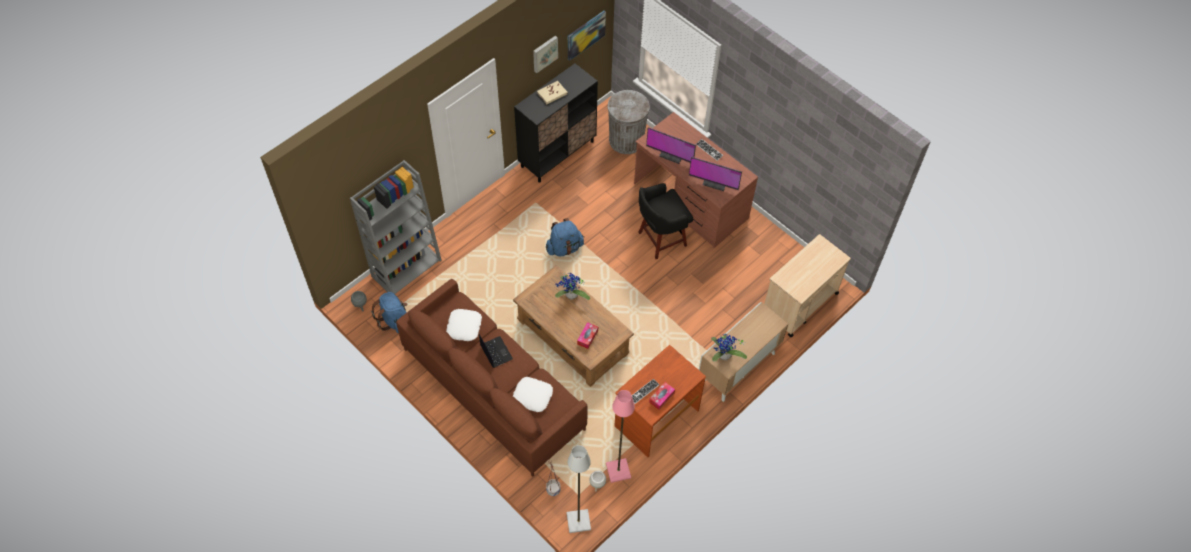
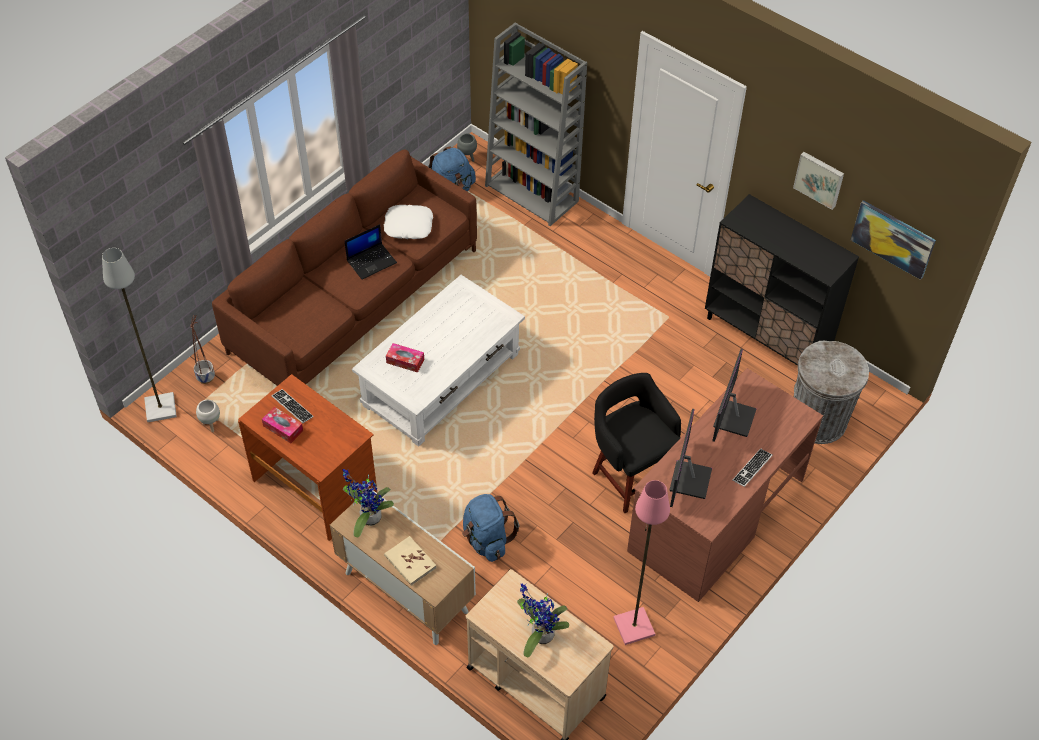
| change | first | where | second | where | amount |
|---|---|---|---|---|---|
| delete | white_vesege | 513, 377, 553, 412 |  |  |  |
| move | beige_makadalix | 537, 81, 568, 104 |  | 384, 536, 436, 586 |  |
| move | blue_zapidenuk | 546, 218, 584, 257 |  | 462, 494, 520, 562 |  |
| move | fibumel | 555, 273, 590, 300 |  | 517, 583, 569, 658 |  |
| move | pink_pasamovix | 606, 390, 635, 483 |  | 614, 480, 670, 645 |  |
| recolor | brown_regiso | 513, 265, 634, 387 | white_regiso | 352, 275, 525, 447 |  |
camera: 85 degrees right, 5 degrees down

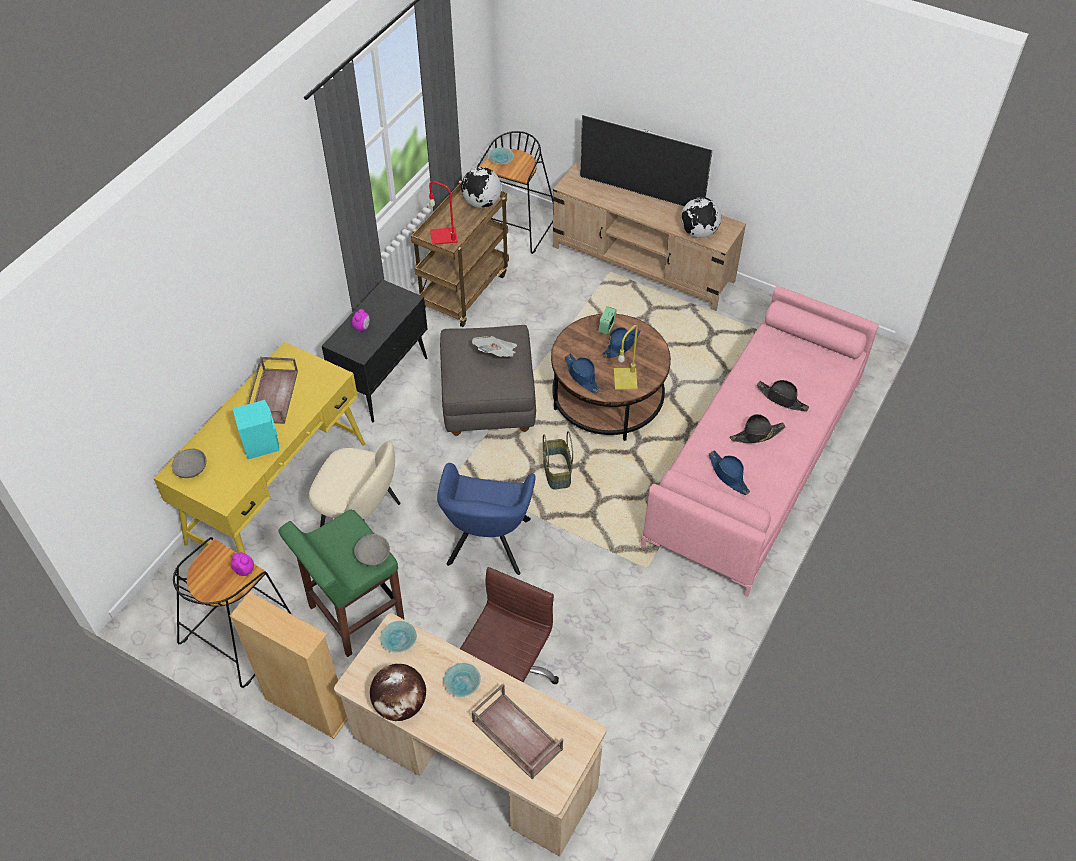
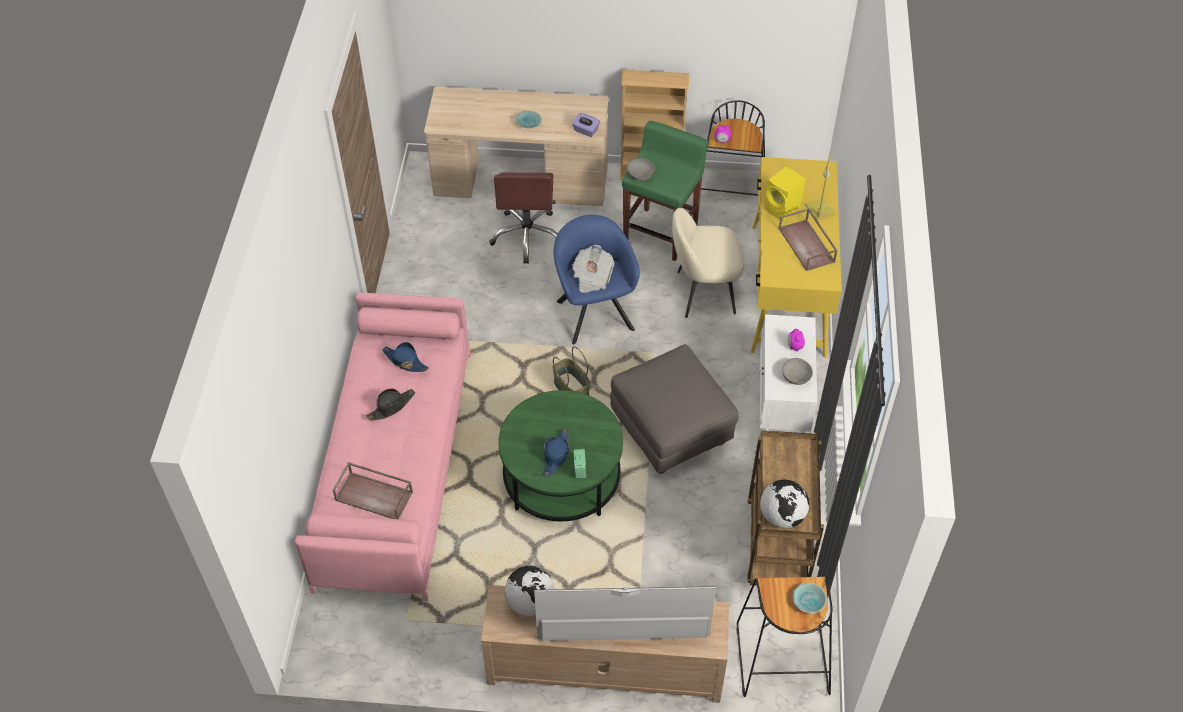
| change | first | where | second | where | amount |
|---|---|---|---|---|---|
| delete | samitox | 370, 664, 426, 721 |  |  |  |
| delete | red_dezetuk | 429, 181, 458, 245 |  |  |  |
| delete | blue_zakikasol | 565, 353, 599, 393 |  |  |  |
| delete | black_zakikasol | 757, 380, 809, 411 |  |  |  |
| move | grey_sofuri | 172, 449, 206, 478 |  | 782, 358, 813, 385 |  |
| move | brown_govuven | 471, 684, 563, 779 |  | 333, 462, 413, 519 |  |
| move | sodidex | 472, 336, 517, 357 |  | 572, 245, 614, 293 |  |
| move | yellow_dezetuk | 614, 325, 638, 390 |  | 805, 155, 836, 221 |  |
| replace | turquoise_sofuri | 380, 621, 417, 653 | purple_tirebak | 572, 113, 600, 137 |  |
| recolor | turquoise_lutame | 232, 400, 279, 459 | yellow_lutame | 764, 166, 806, 221 |  |
| recolor | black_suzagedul | 322, 280, 427, 422 | white_suzagedul | 759, 314, 817, 453 |  |
| recolor | brown_regiso | 551, 314, 671, 441 | green_regiso | 498, 390, 623, 521 |  |
camera: 155 degrees right, 0 degrees up

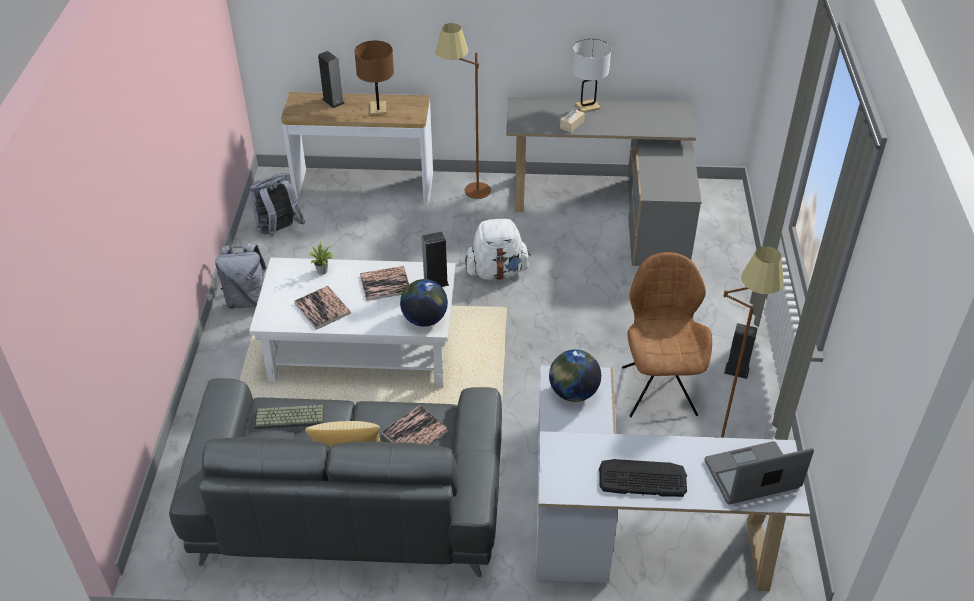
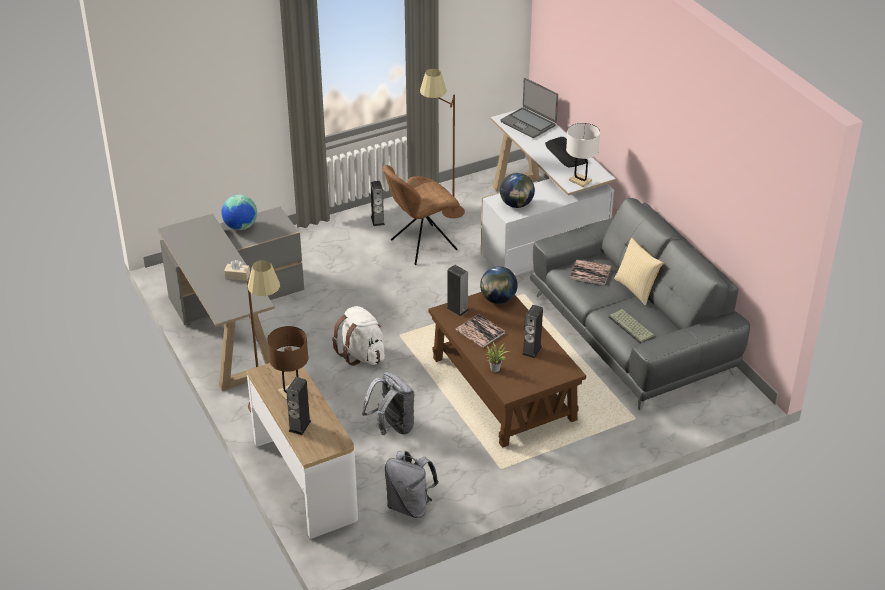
| change | first | where | second | where | amount |
|---|---|---|---|---|---|
| insert |  |  | samitox | 221, 195, 257, 230 |  |
| move | grey_zapidenuk | 215, 243, 267, 309 |  | 362, 372, 415, 435 |  |
| move | white_dezetuk | 572, 39, 611, 113 |  | 566, 123, 600, 187 |  |
| replace | makadalix | 294, 286, 351, 330 | lutame | 522, 305, 543, 359 |  |
| recolor | white_regiso | 249, 258, 455, 388 | brown_regiso | 428, 292, 586, 448 |  |
camera: 120 degrees left, 5 degrees down

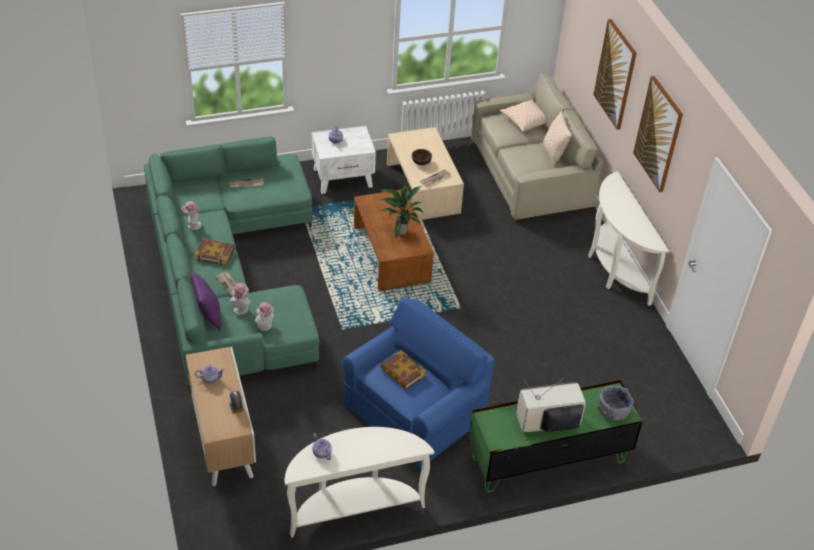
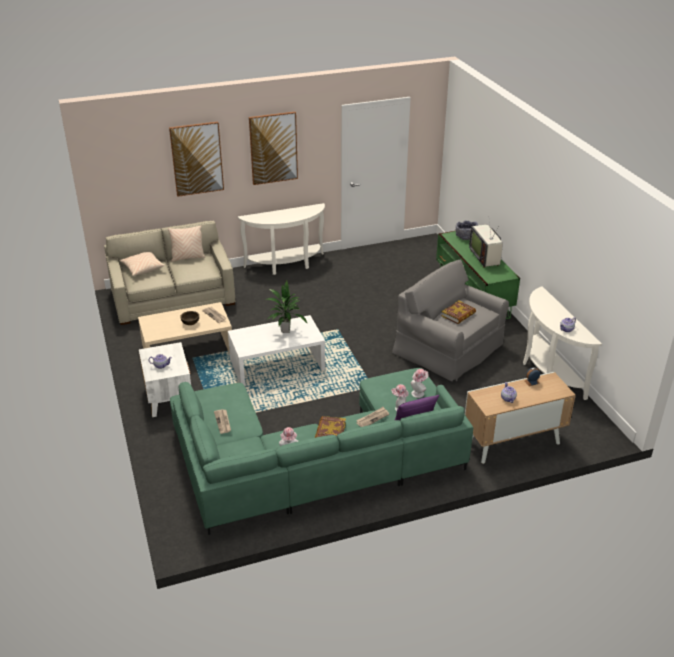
| change | first | where | second | where | amount |
|---|---|---|---|---|---|
| recolor | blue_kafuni | 342, 298, 495, 468 | grey_kafuni | 392, 260, 509, 382 |  |
| recolor | brown_regiso | 354, 189, 434, 291 | white_regiso | 228, 315, 325, 386 |  |
camera: 90 degrees left, 10 degrees down

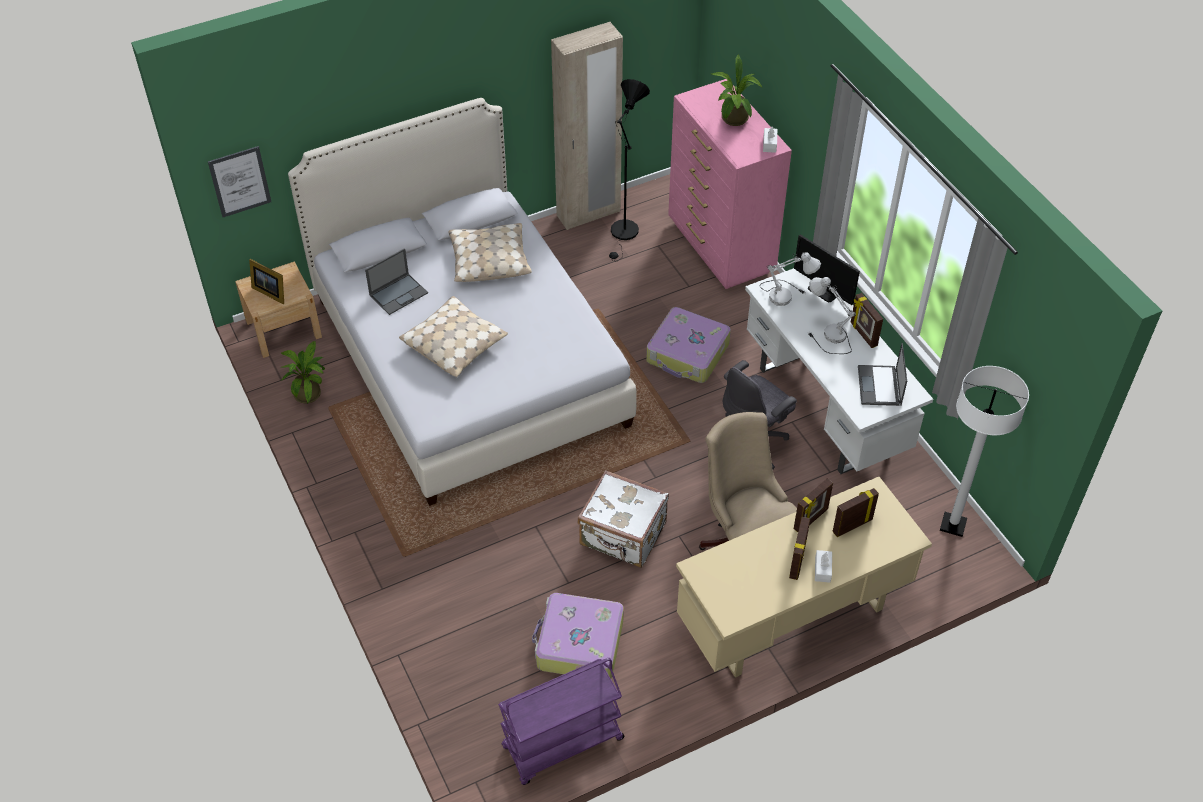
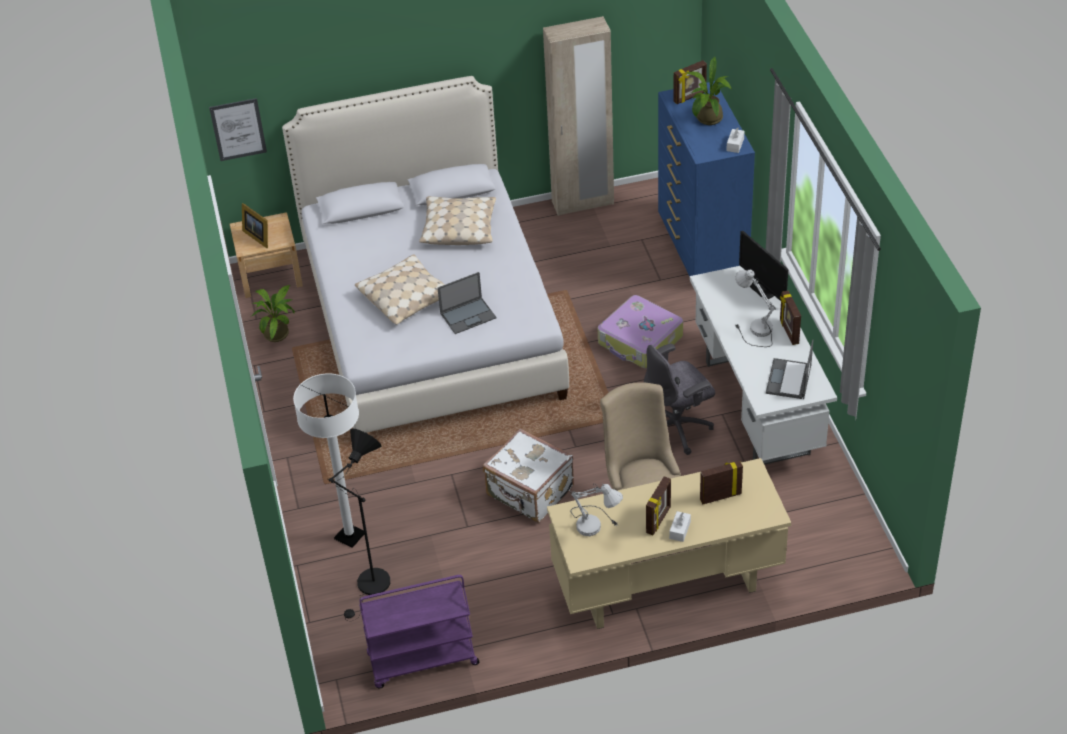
| change | first | where | second | where | amount |
|---|---|---|---|---|---|
| delete | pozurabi | 532, 593, 624, 678 |  |  |  |
| move | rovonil | 365, 248, 428, 315 |  | 437, 272, 497, 334 |  |
| move | black_pasamovix | 609, 79, 650, 262 |  | 329, 428, 390, 622 |  |
| move | white_dezetuk | 759, 252, 821, 306 |  | 571, 483, 623, 536 |  |
| move | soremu | 794, 478, 833, 532 |  | 673, 60, 707, 104 |  |
| move | white_pasamovix | 940, 366, 1029, 537 |  | 293, 373, 364, 548 |  |
| recolor | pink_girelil | 668, 79, 792, 289 | blue_girelil | 658, 81, 755, 277 |  |
camera: 15 degrees right, 5 degrees down

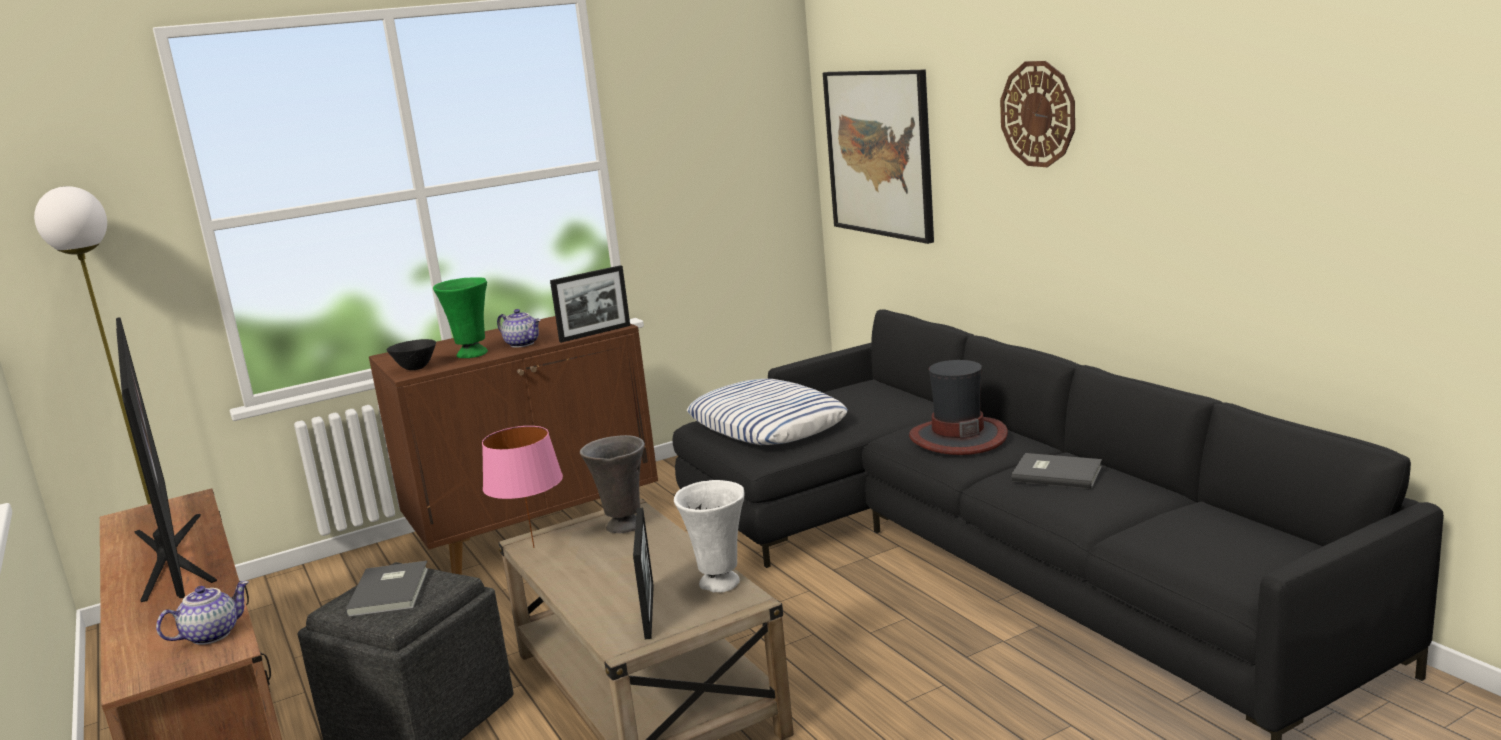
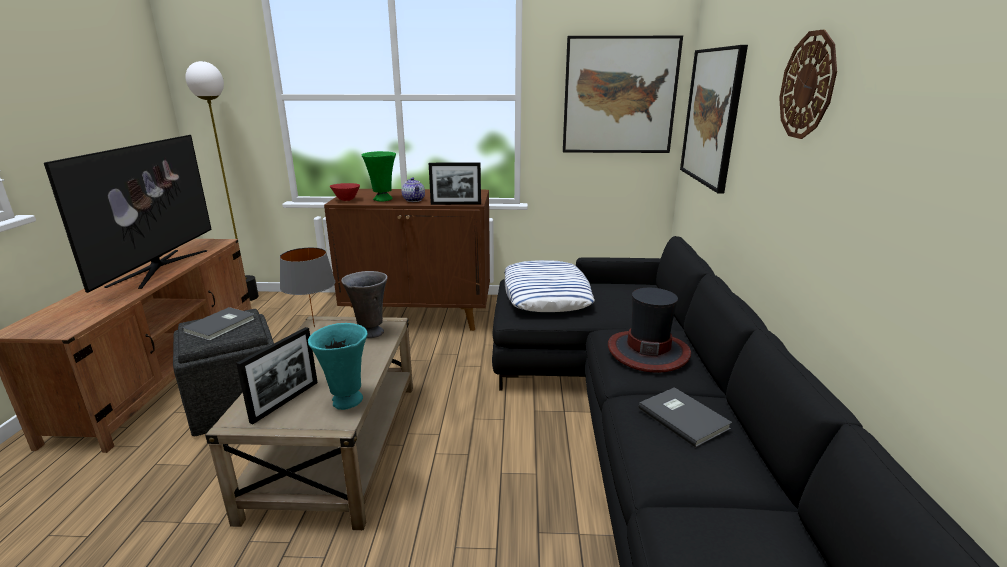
| change | first | where | second | where | amount |
|---|---|---|---|---|---|
| delete | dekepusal | 156, 581, 249, 645 |  |  |  |
| insert |  |  | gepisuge | 563, 36, 683, 153 |  |
| recolor | black_sofuri | 387, 339, 436, 370 | red_sofuri | 330, 183, 360, 201 |  |
| recolor | pink_dezetuk | 482, 426, 563, 548 | grey_dezetuk | 280, 247, 335, 328 |  |
| recolor | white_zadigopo | 674, 480, 744, 592 | turquoise_zadigopo | 308, 323, 368, 410 |  |
camera: 30 degrees right, 5 degrees up

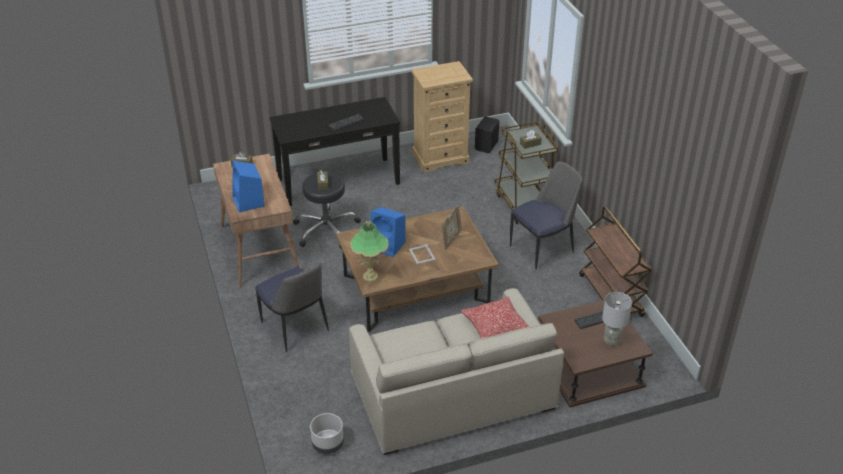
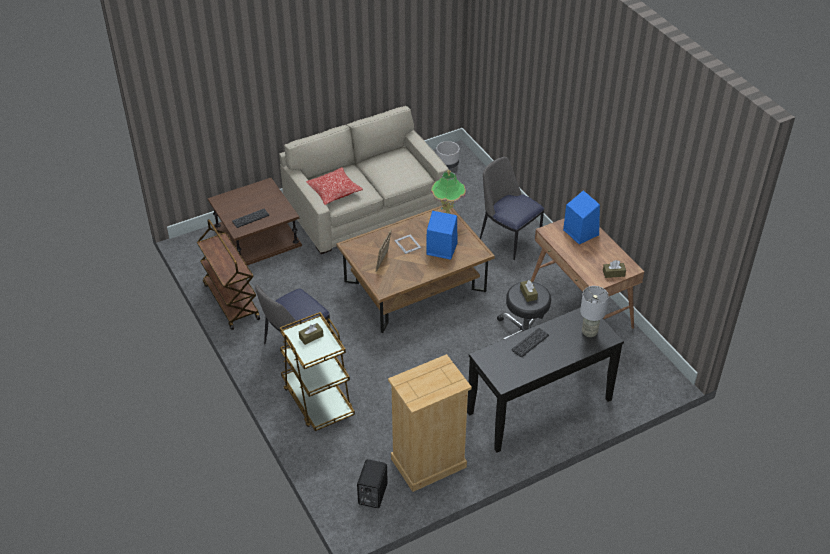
| change | first | where | second | where | amount |
|---|---|---|---|---|---|
| move | grey_dezetuk | 602, 292, 632, 347 |  | 580, 286, 609, 337 |  |
camera: 170 degrees right, 5 degrees up

